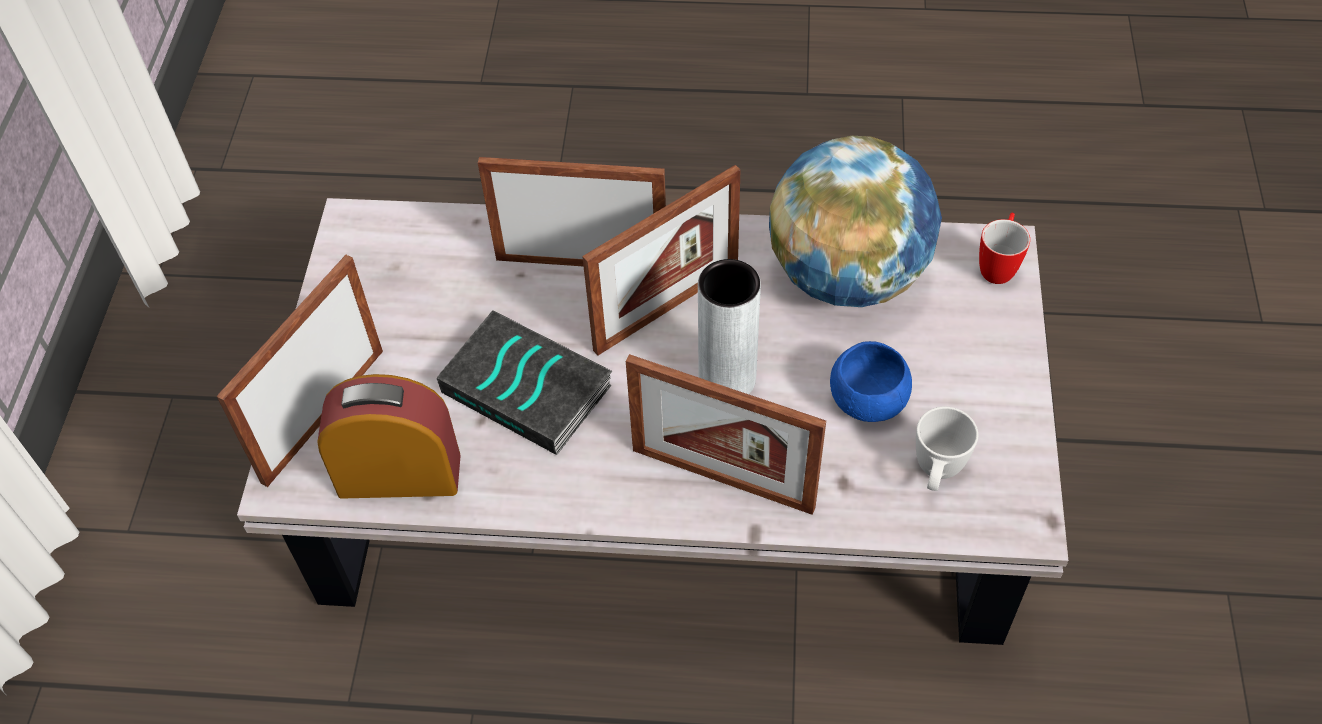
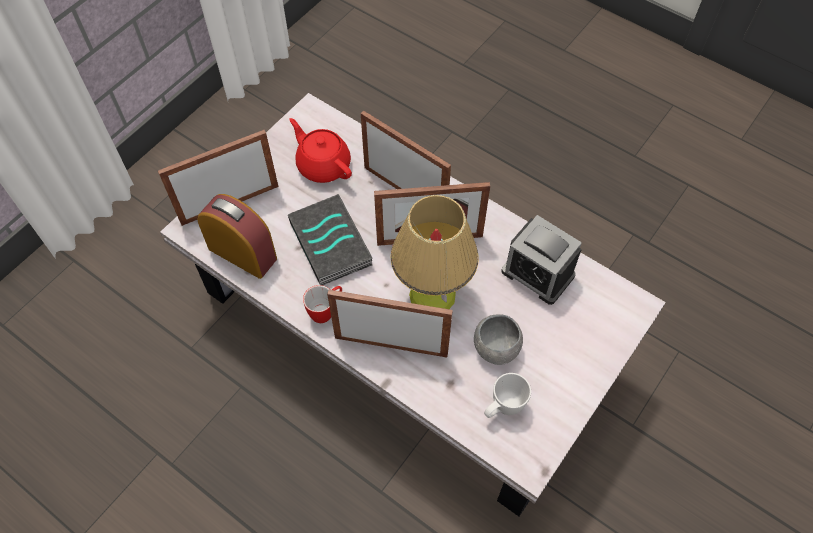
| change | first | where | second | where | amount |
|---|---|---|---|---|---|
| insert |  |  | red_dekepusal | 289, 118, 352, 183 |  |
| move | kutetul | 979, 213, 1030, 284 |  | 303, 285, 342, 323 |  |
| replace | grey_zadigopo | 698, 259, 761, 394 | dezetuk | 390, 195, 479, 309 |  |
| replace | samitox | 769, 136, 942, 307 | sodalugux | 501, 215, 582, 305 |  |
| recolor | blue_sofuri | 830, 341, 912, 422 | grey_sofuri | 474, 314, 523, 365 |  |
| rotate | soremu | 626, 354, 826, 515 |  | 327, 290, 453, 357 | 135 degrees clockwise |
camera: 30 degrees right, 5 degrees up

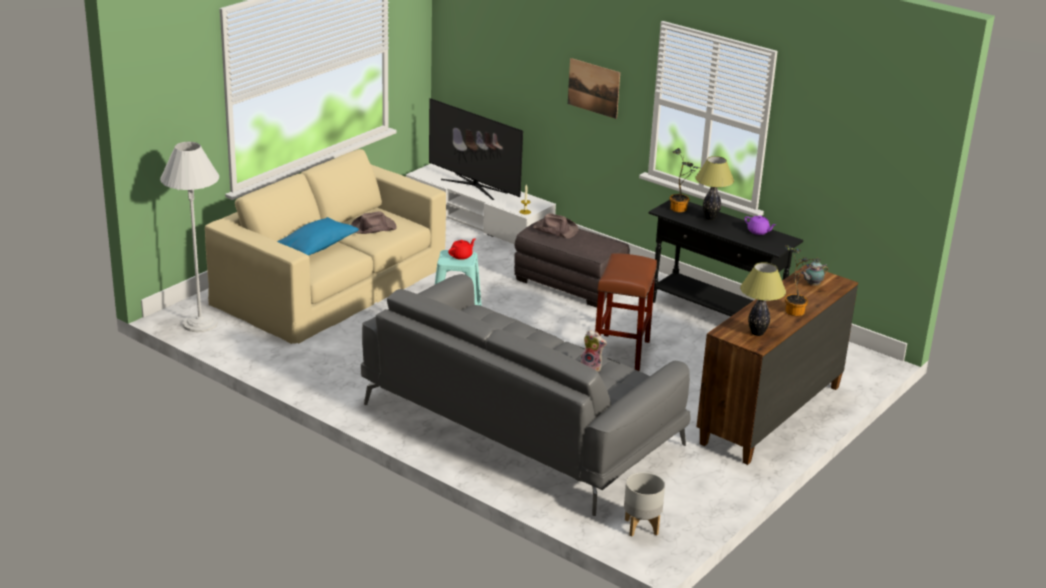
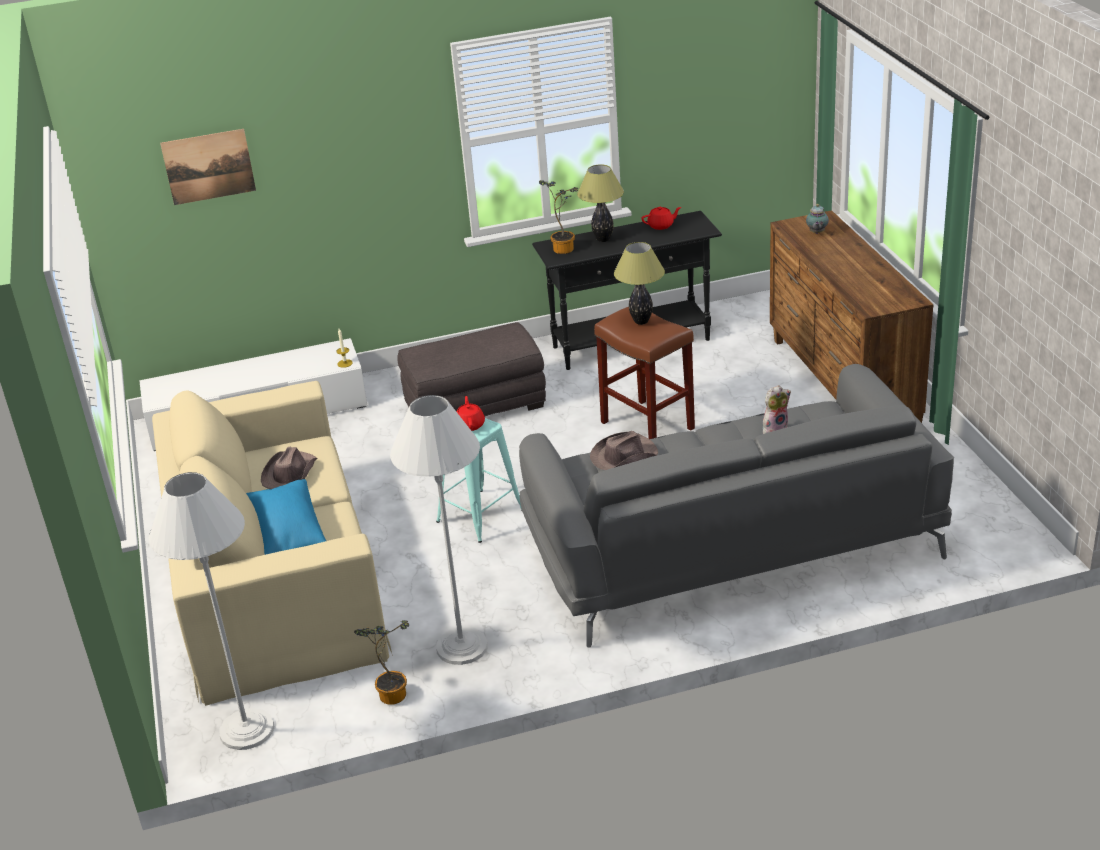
| change | first | where | second | where | amount |
|---|---|---|---|---|---|
| delete | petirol | 429, 98, 523, 200 |  |  |  |
| delete | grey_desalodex | 624, 472, 665, 536 |  |  |  |
| insert |  |  | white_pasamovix | 390, 395, 488, 665 |  |
| move | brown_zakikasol | 533, 213, 579, 238 |  | 590, 431, 658, 470 |  |
| move | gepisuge | 568, 58, 620, 119 |  | 160, 129, 256, 205 |  |
| move | dezetuk | 740, 262, 786, 336 |  | 614, 242, 665, 325 |  |
| move | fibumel | 785, 245, 821, 316 |  | 354, 620, 409, 705 |  |
| recolor | purple_dekepusal | 744, 215, 776, 235 | red_dekepusal | 641, 207, 681, 230 |  |
camera: 50 degrees left, 5 degrees up

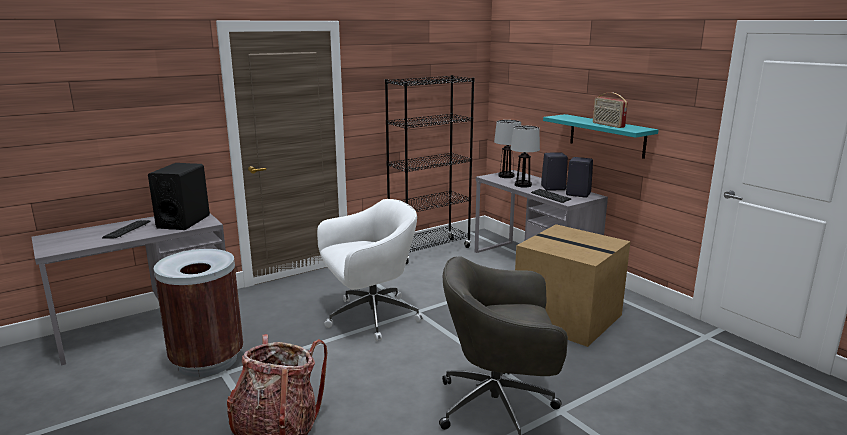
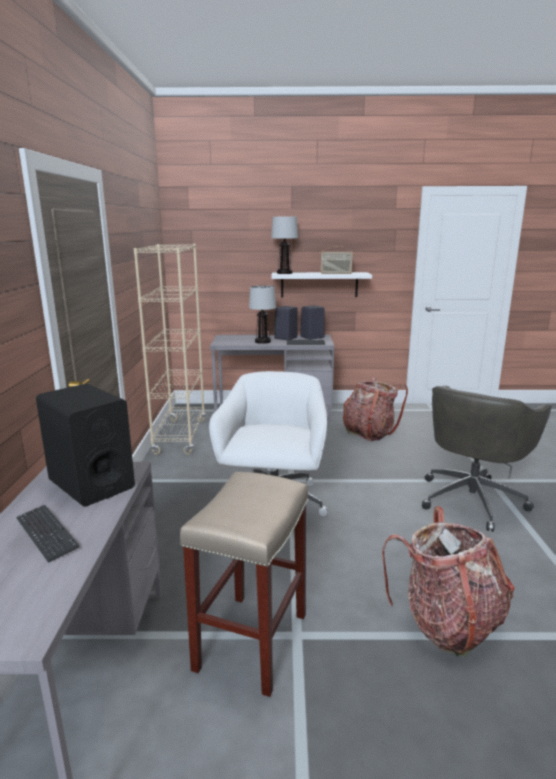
| change | first | where | second | where | amount |
|---|---|---|---|---|---|
| move | dezetuk | 494, 120, 521, 178 |  | 271, 217, 298, 274 |  |
| replace | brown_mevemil | 154, 249, 244, 377 | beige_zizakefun | 180, 472, 309, 697 |  |
| replace | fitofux | 515, 224, 631, 347 | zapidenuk | 343, 378, 408, 442 |  |
| recolor | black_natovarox | 385, 75, 474, 264 | beige_natovarox | 134, 244, 206, 455 |  |
| recolor | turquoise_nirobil | 543, 114, 659, 159 | white_nirobil | 271, 272, 372, 297 |  |
camera: 55 degrees left, 0 degrees up

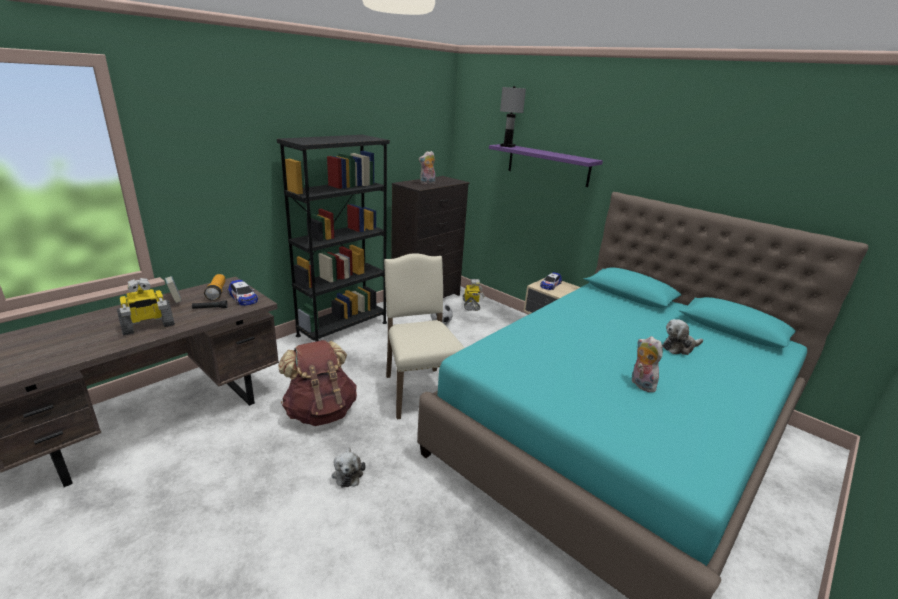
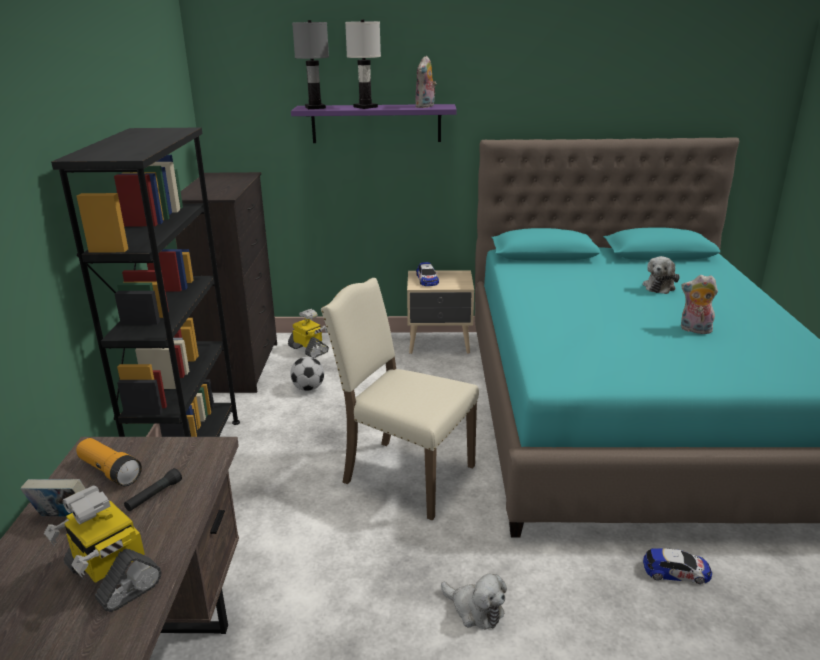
| change | first | where | second | where | amount |
|---|---|---|---|---|---|
| delete | brown_zapidenuk | 278, 340, 357, 426 |  |  |  |
| insert |  |  | white_dezetuk | 345, 20, 381, 109 |  |
| move | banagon | 228, 280, 258, 306 |  | 643, 548, 712, 584 |  |
| move | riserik | 419, 151, 435, 184 |  | 415, 56, 437, 108 |  |
| rotate | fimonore | 117, 278, 175, 335 |  | 44, 485, 162, 612 | 120 degrees clockwise |
camera: 40 degrees left, 0 degrees up

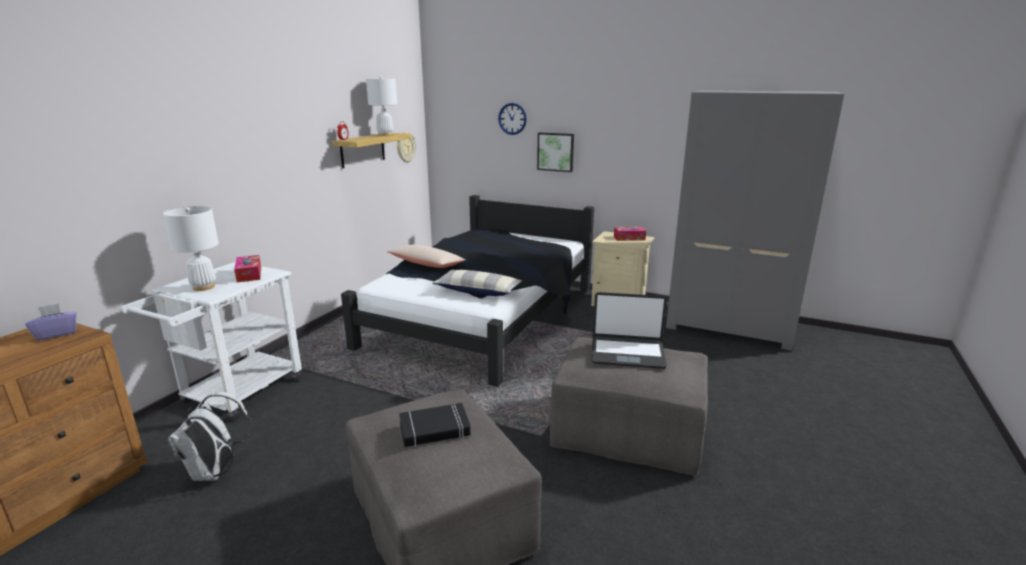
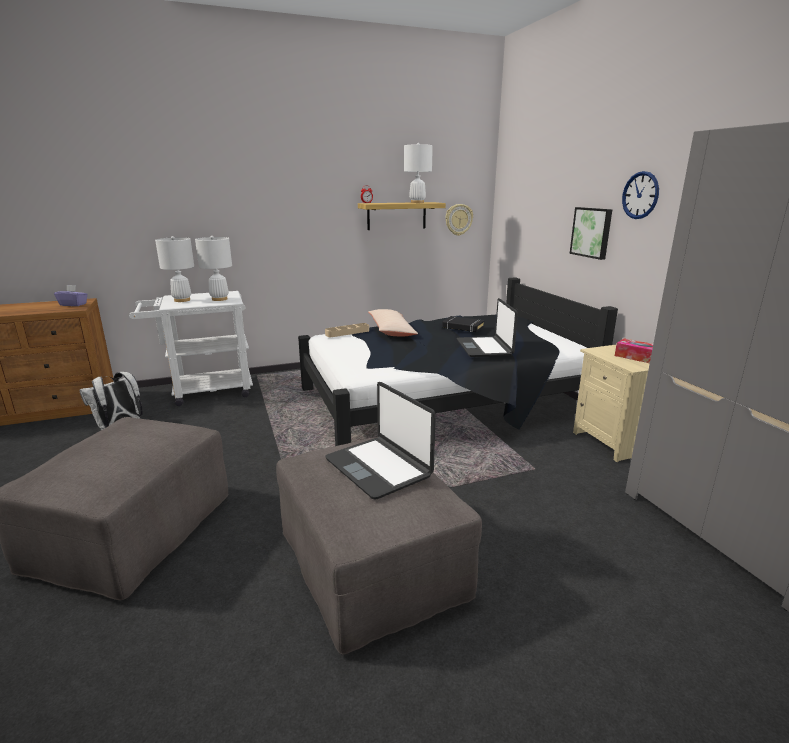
| change | first | where | second | where | amount |
|---|---|---|---|---|---|
| delete | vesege | 432, 270, 522, 296 |  |  |  |
| insert |  |  | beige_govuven | 325, 323, 369, 337 |  |
| insert |  |  | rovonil | 457, 298, 518, 357 |  |
| move | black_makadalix | 399, 403, 471, 447 |  | 442, 316, 485, 332 |  |
| move | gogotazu | 498, 103, 527, 135 |  | 622, 171, 659, 219 |  |
| replace | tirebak | 234, 255, 261, 282 | white_dezetuk | 195, 236, 232, 301 |  |
camera: 45 degrees right, 0 degrees up

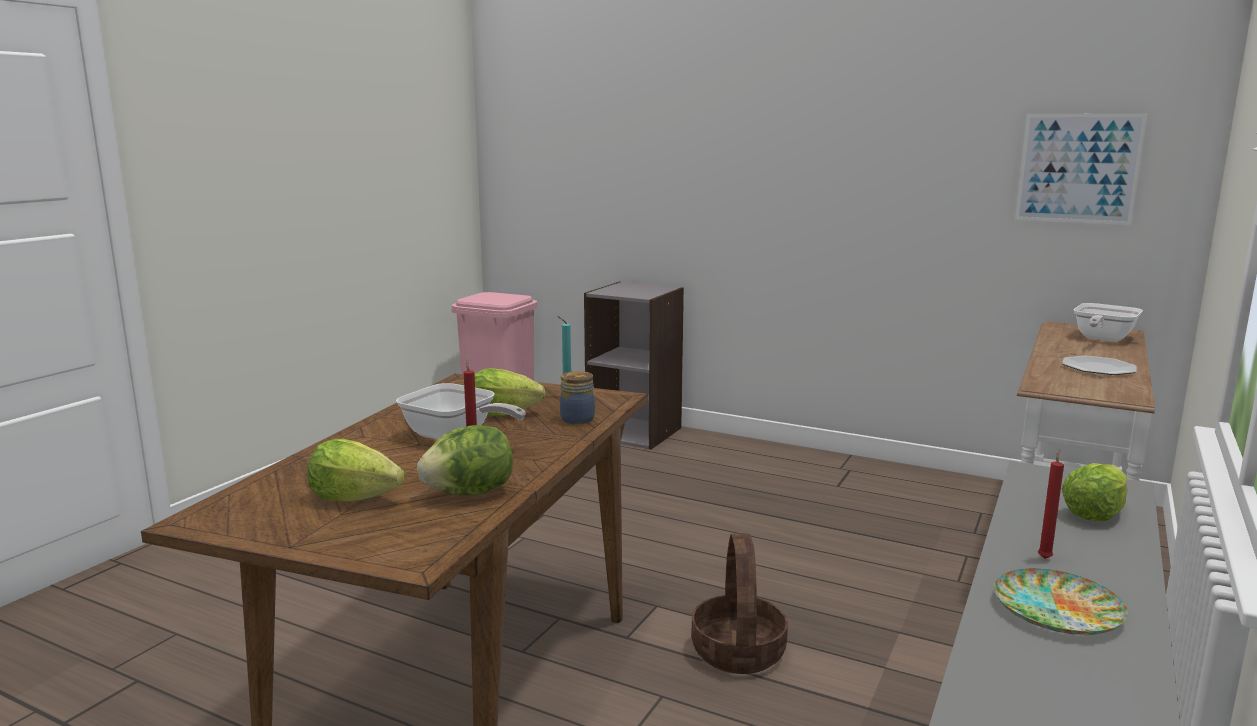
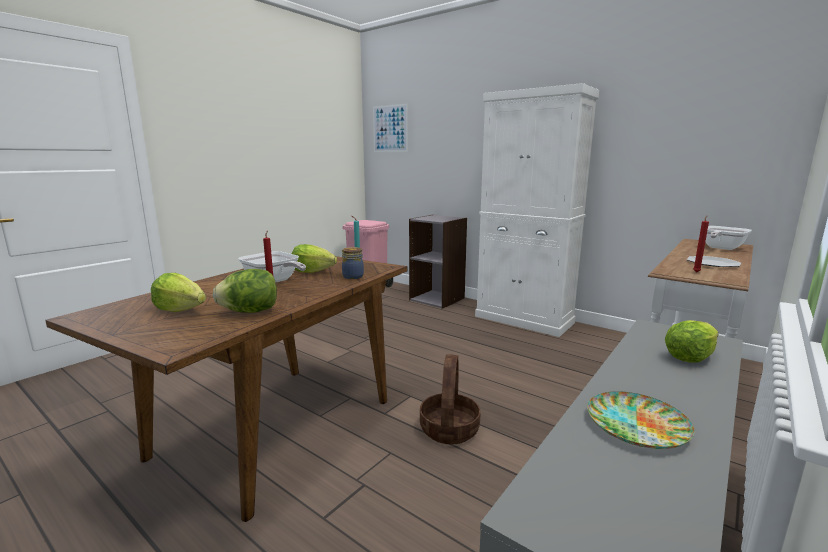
| change | first | where | second | where | amount |
|---|---|---|---|---|---|
| insert |  |  | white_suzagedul | 475, 83, 599, 337 |  |
| move | gepisuge | 1015, 113, 1148, 225 |  | 373, 104, 408, 152 |  |
| move | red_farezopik | 1038, 449, 1064, 559 |  | 693, 215, 709, 273 |  |
camera: 10 degrees right, 0 degrees up

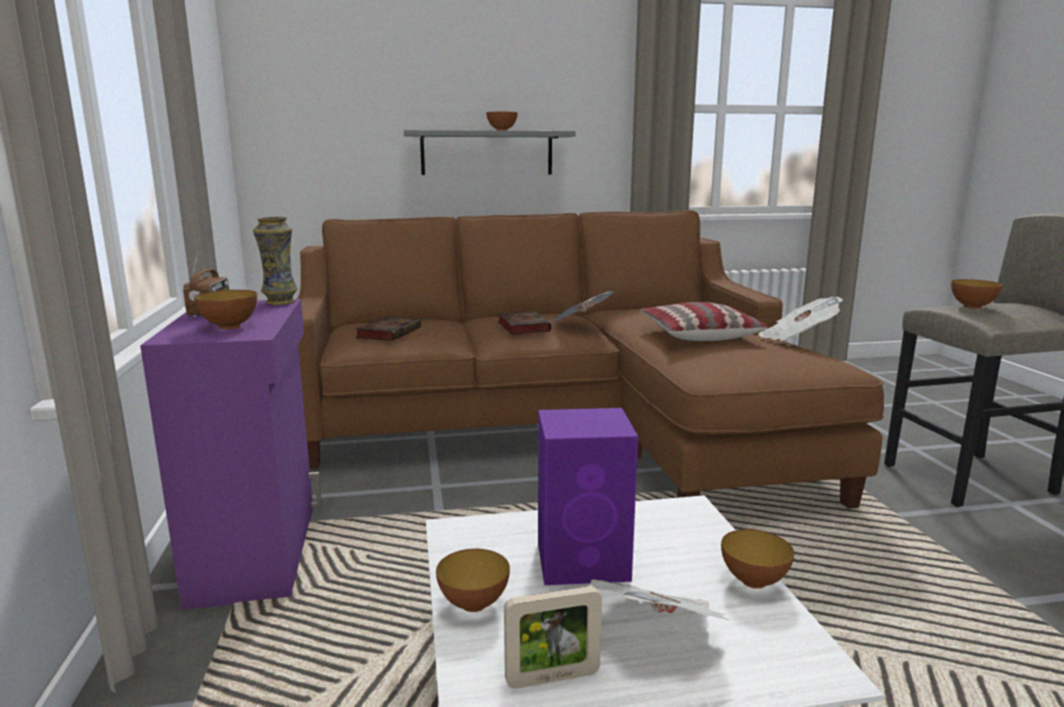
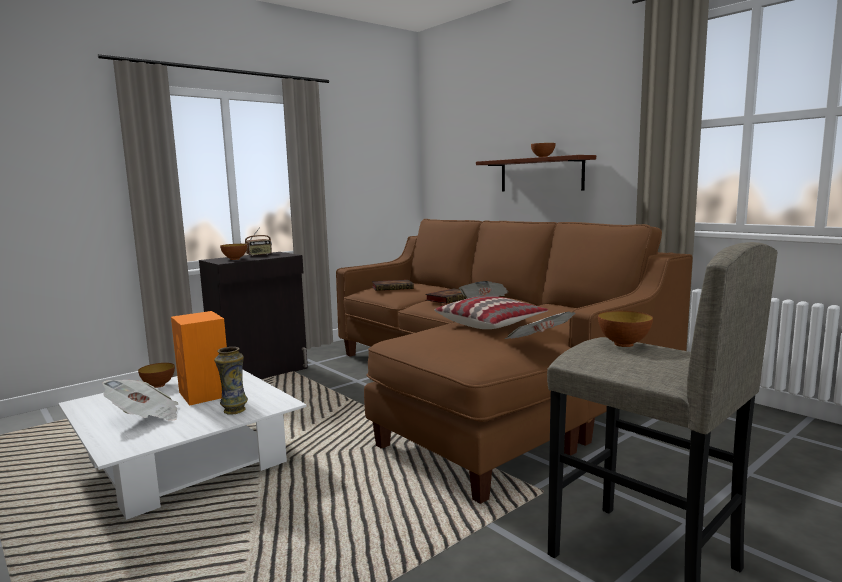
| change | first | where | second | where | amount |
|---|---|---|---|---|---|
| delete | soremu | 504, 586, 602, 689 |  |  |  |
| delete | sofuri | 721, 529, 794, 589 |  |  |  |
| move | zadigopo | 253, 217, 298, 305 |  | 214, 347, 248, 415 |  |
| recolor | purple_suzagedul | 140, 299, 322, 610 | black_suzagedul | 199, 252, 308, 379 |  |
| recolor | grey_nirobil | 404, 130, 575, 175 | brown_nirobil | 476, 155, 596, 191 |  |
| recolor | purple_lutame | 538, 408, 638, 585 | orange_lutame | 171, 311, 227, 406 |  |
camera: 60 degrees right, 5 degrees down

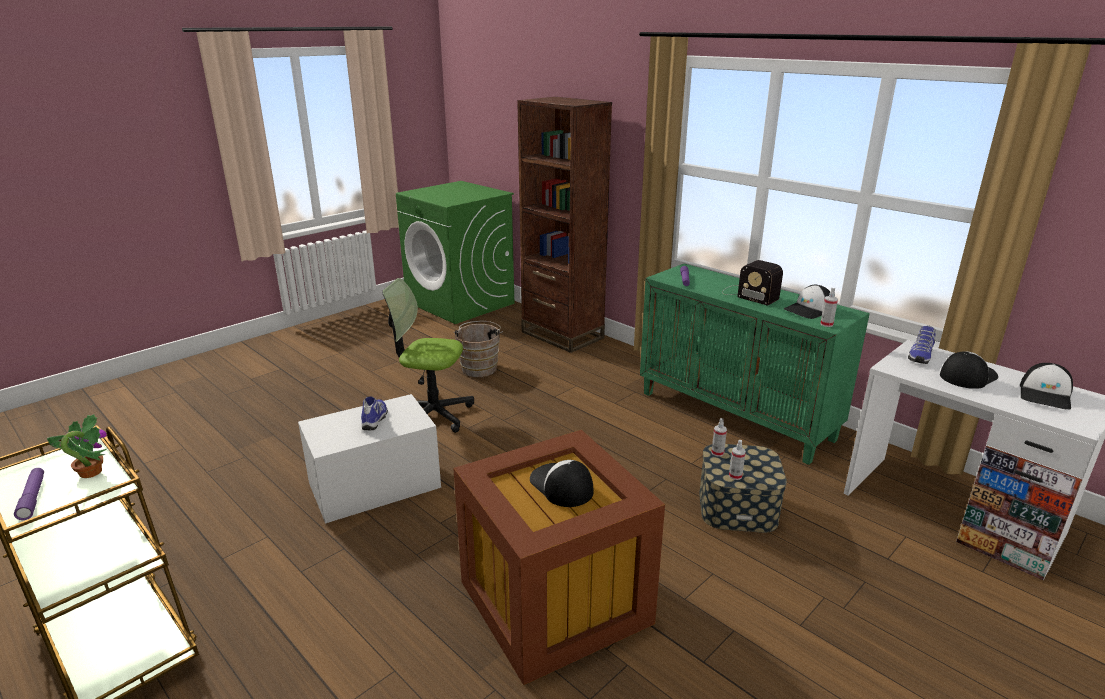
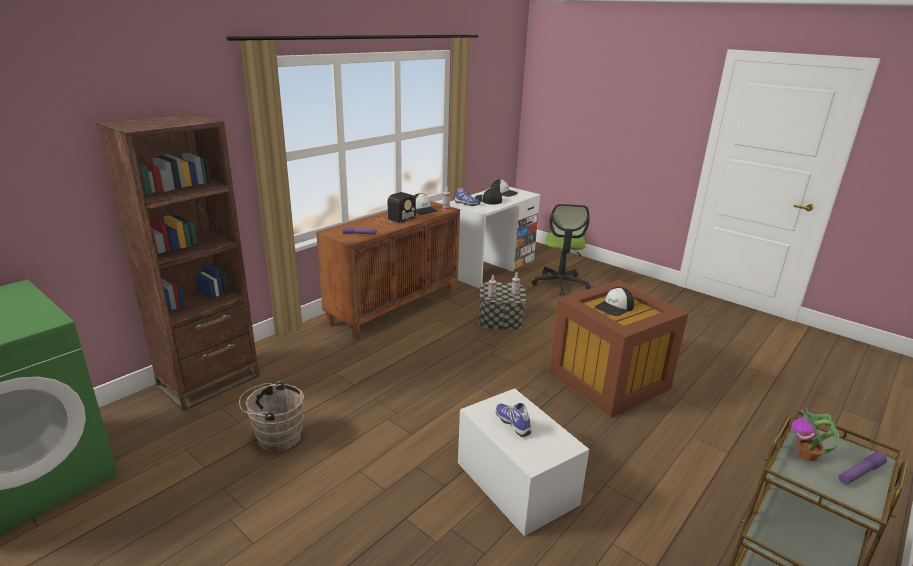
| change | first | where | second | where | amount |
|---|---|---|---|---|---|
| move | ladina | 382, 278, 474, 433 |  | 532, 204, 591, 296 |  |
| recolor | green_suzagedul | 640, 263, 870, 465 | brown_suzagedul | 316, 201, 460, 340 |  |
| rotate | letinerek | 361, 396, 388, 430 |  | 496, 403, 531, 437 | 60 degrees clockwise |
camera: 95 degrees left, 0 degrees up

